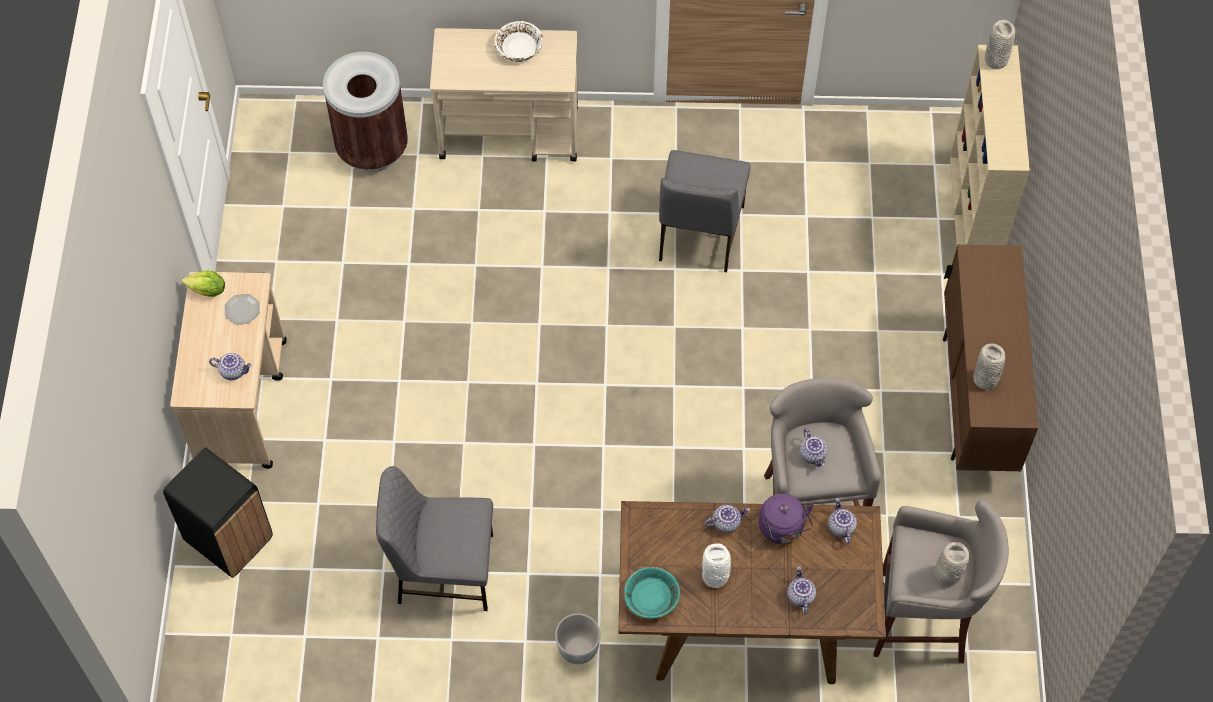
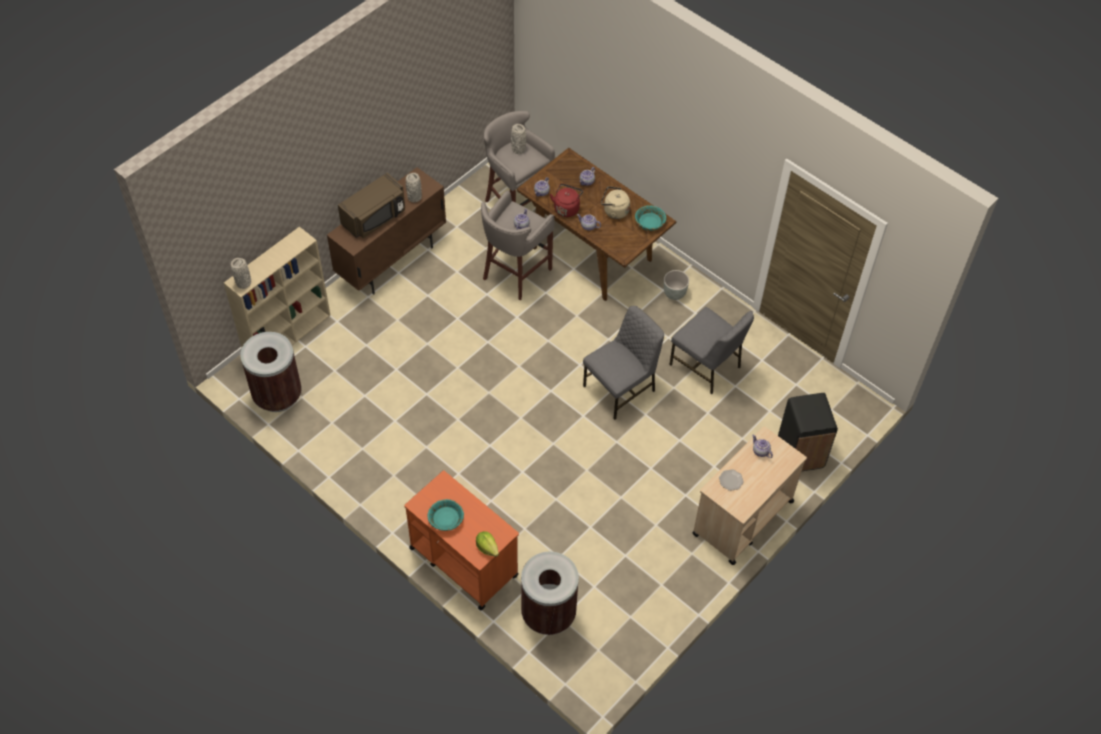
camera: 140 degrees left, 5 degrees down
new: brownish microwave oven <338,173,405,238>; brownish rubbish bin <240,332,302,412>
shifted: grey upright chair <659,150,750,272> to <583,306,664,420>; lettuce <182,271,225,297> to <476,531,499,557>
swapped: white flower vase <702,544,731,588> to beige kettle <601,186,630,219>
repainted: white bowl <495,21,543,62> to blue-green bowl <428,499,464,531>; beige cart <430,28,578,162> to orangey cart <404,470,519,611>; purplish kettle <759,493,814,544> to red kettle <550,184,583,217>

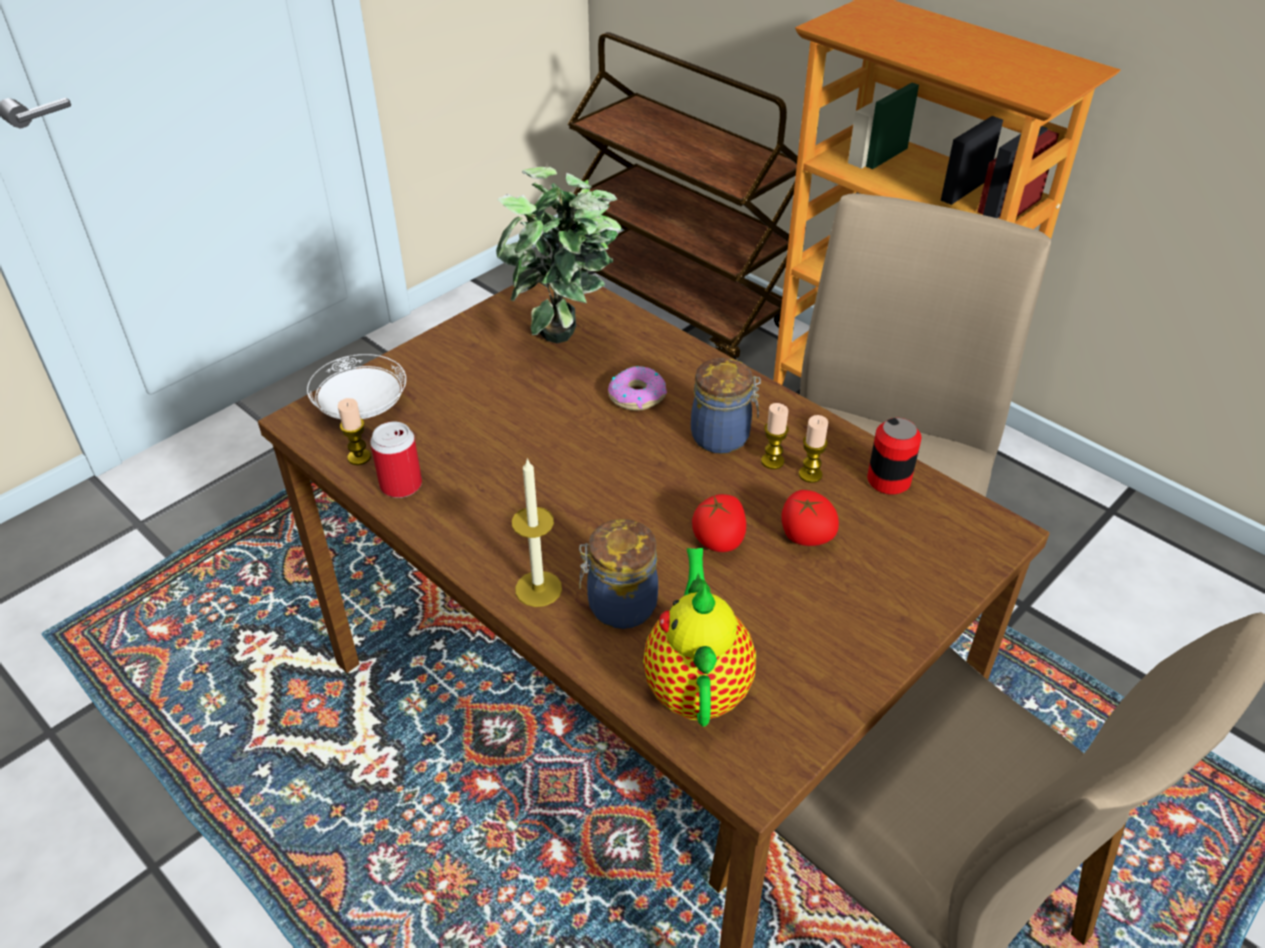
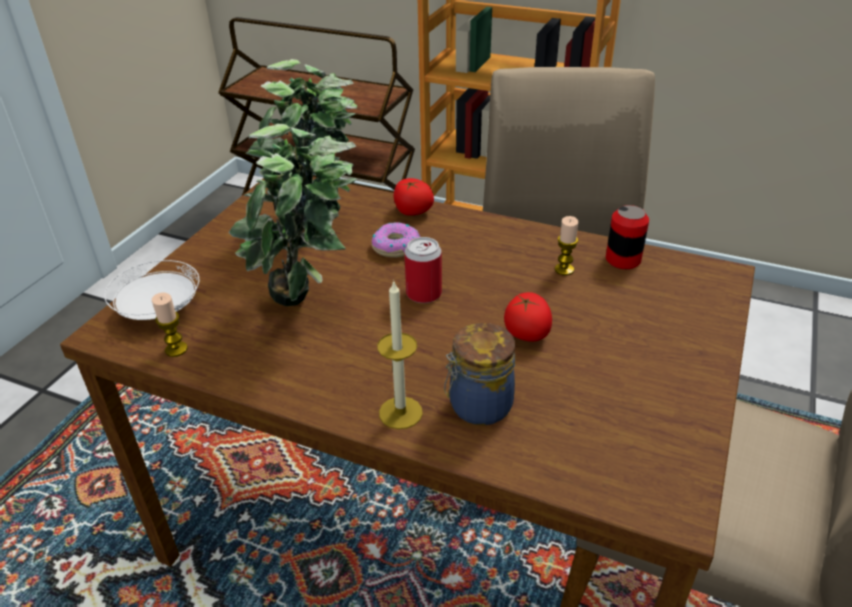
camera: 20 degrees left, 5 degrees down
gone: storage jar <691,358,761,454>; candle <761,403,789,469>; tea pot <643,548,756,727>
new: houseplant <228,123,357,306>
shifted: metal can <370,422,422,498> to <404,237,442,303>; whole tomato <782,490,839,546> to <394,178,434,216>

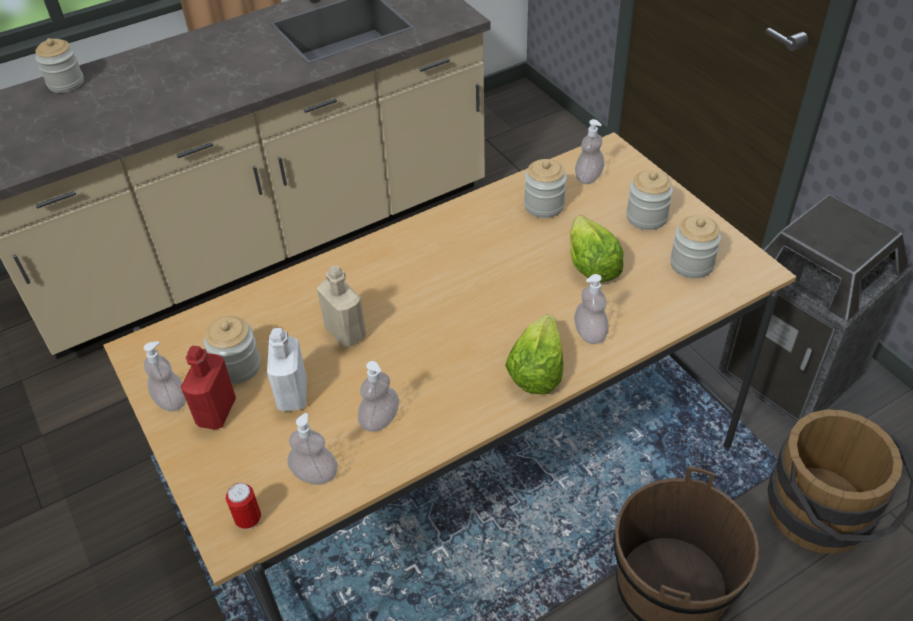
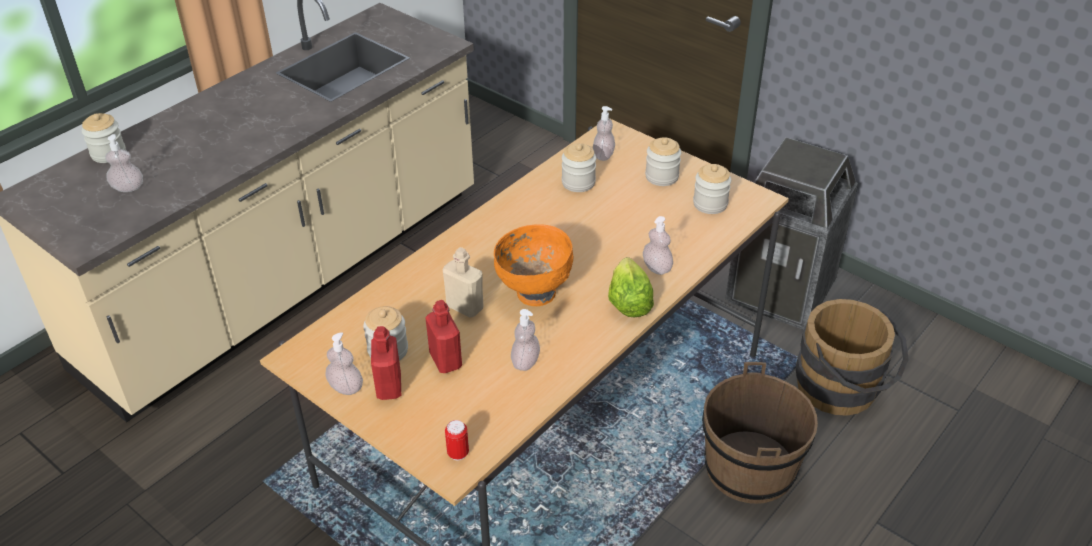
camera: 20 degrees left, 5 degrees down
gone: lettuce <570,216,624,282>
new: orangey bowl <494,224,573,306>
shifted: soap bottle <287,413,338,484> to <105,134,143,192>
repainted: white bottle <267,328,307,411> to red bottle <425,300,462,373>

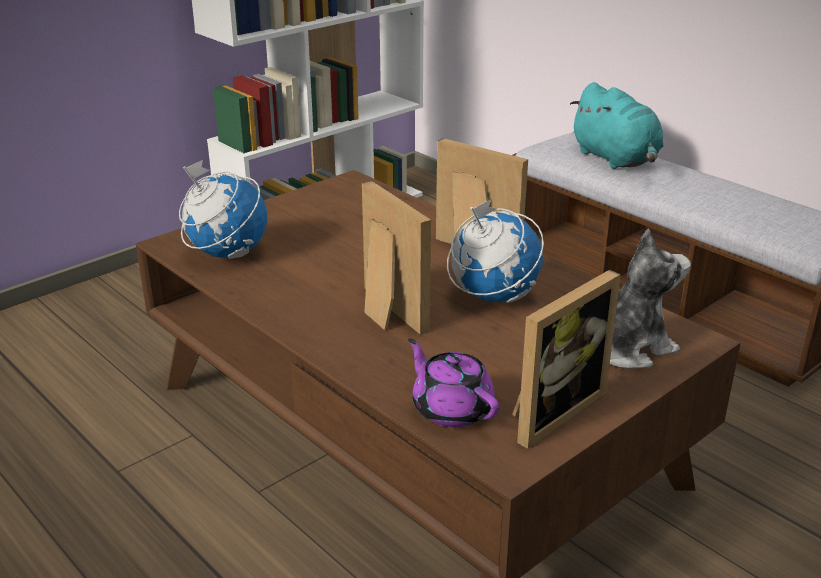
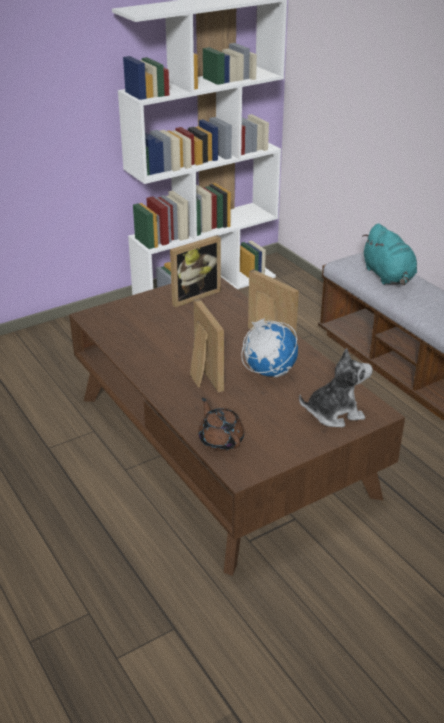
camera: 10 degrees right, 5 degrees up
gone: globe <179,160,267,259>
shifted: picture frame <512,270,621,449> to <170,235,221,307>
repainted: purplish tea pot <408,339,499,427> to brownish tea pot <198,398,244,451>

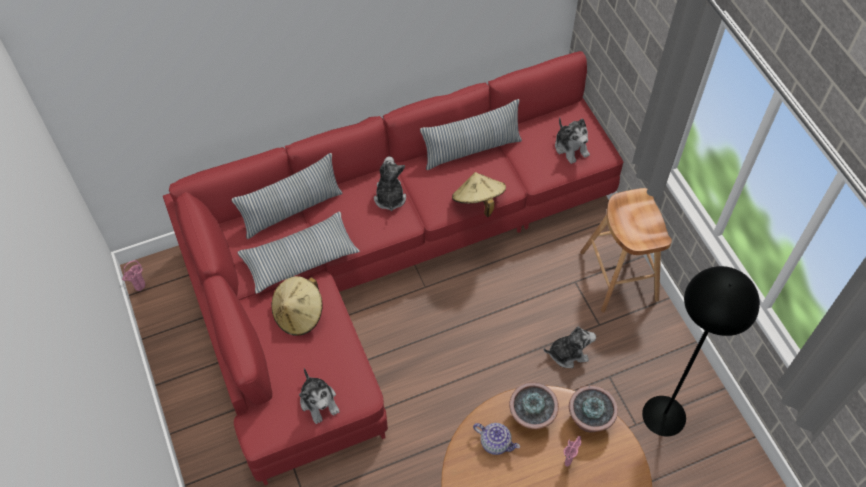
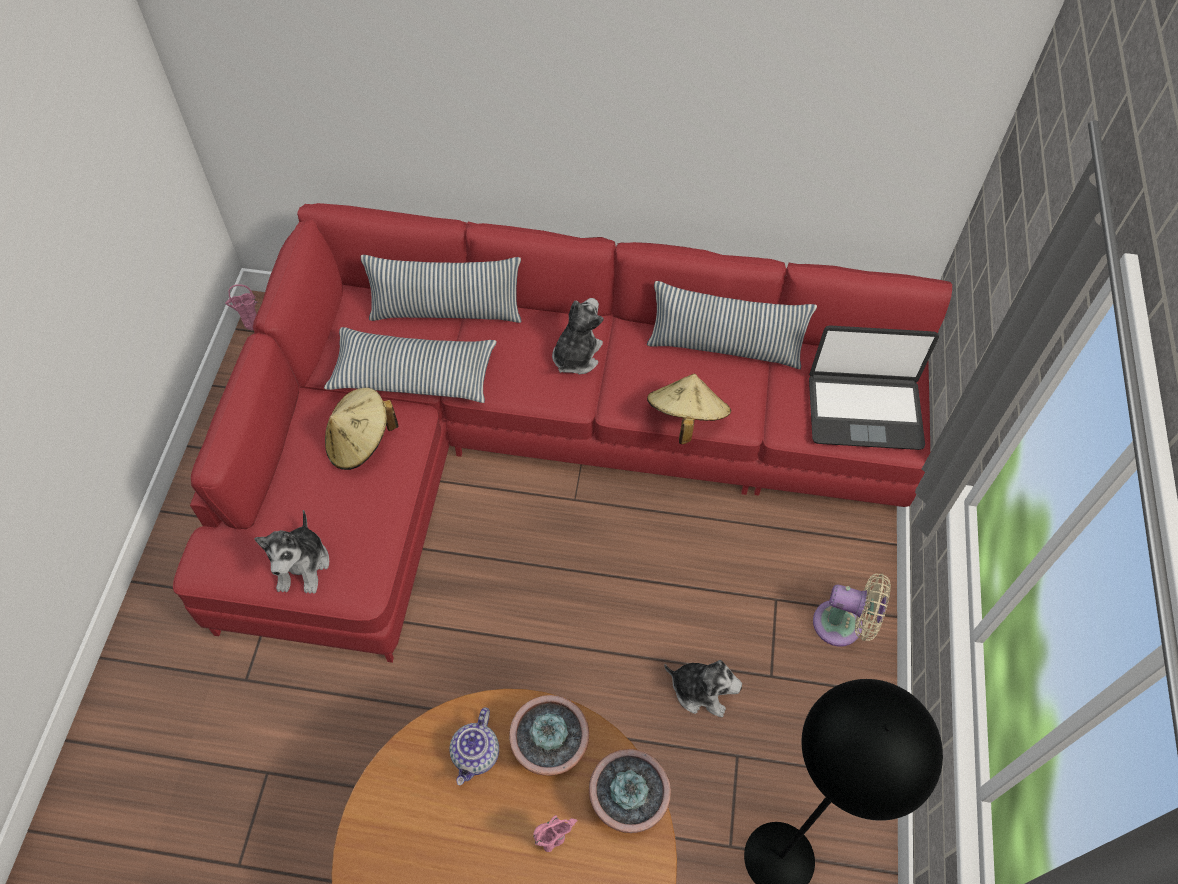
camera: 30 degrees right, 0 degrees up
swapped: cuddly toy <555,117,590,164> to laptop <809,326,939,450>; brownish stool seat <580,188,672,313> to beige electric fan <813,573,891,647>
rotated: tea pot <473,423,520,455> = <449,707,499,785> 45 degrees clockwise

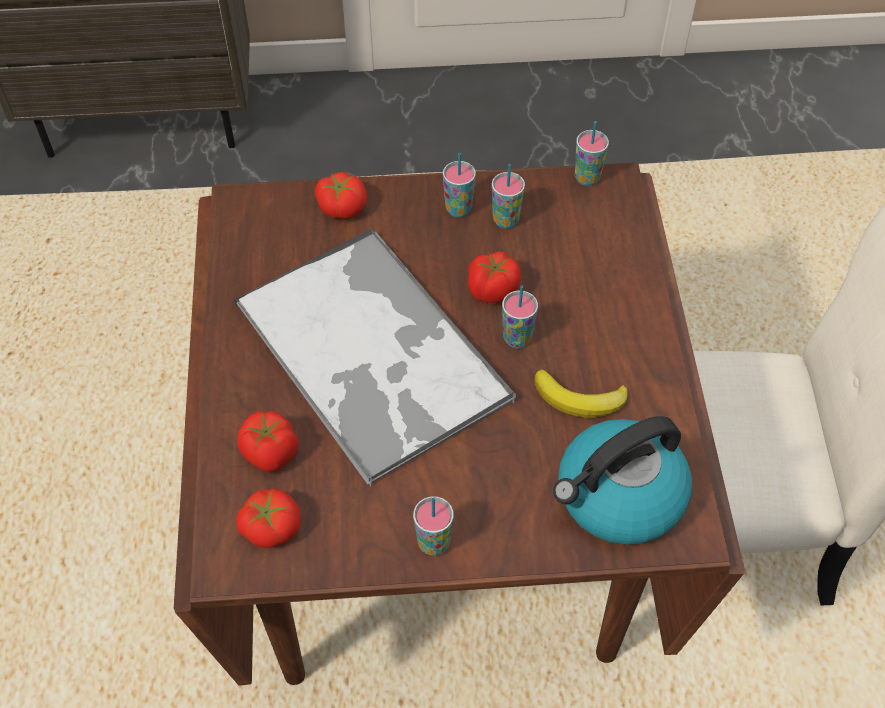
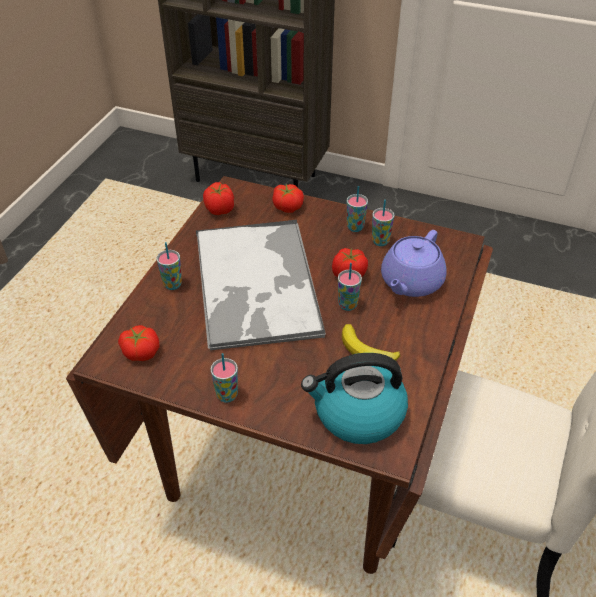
camera: 25 degrees right, 10 degrees down
new: purplish tea pot <381,230,447,297>
shifted: drinking cup <575,121,609,186> to <157,242,182,290>; whole tomato <237,411,299,473> to <203,182,234,215>

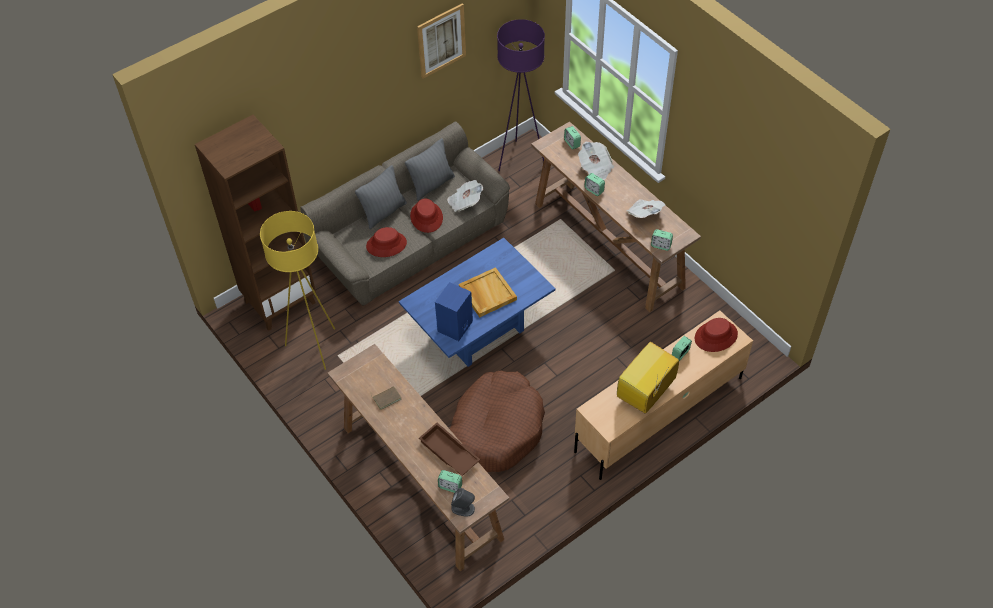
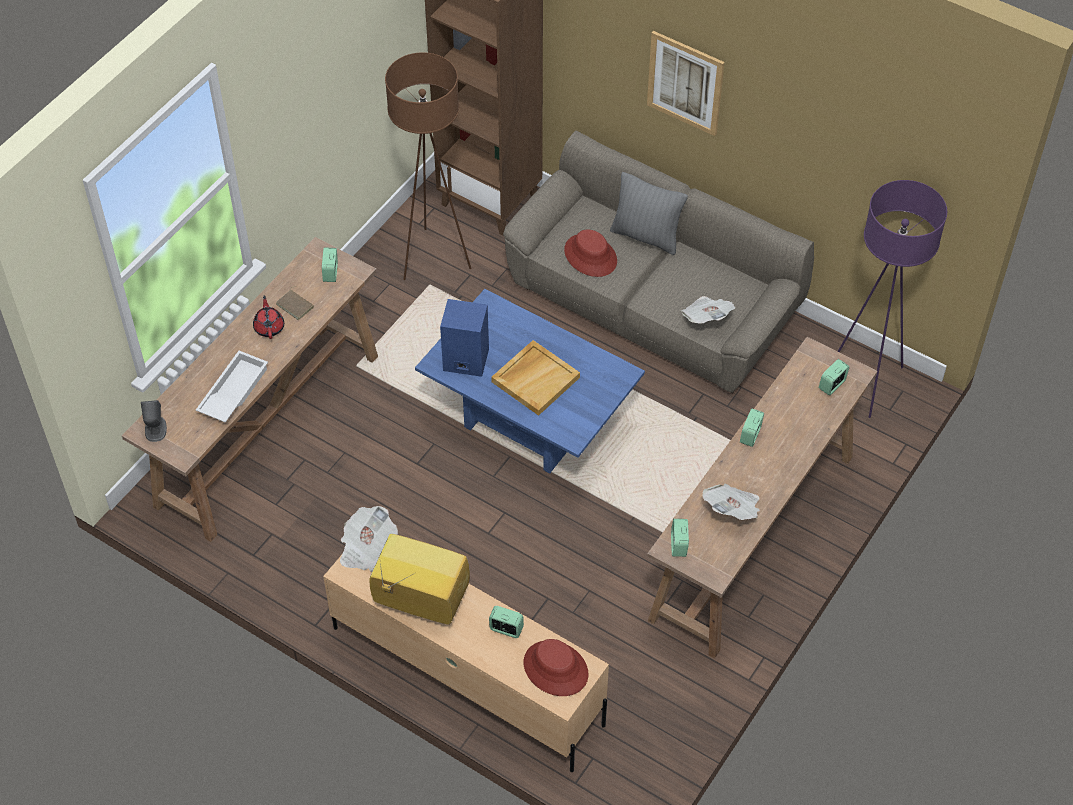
camera: 70 degrees right, 0 degrees up
gone: grey pillow <405,138,455,201>; red hat <410,199,443,233>; brownish pet bed <450,370,545,472>
new: red tea pot <253,296,284,339>
shifted: wall picture <417,3,466,79> to <647,31,725,136>; printed paper <578,141,614,180> to <340,506,398,572>; bedside clock <438,470,462,493> to <322,248,338,282>
repainted: yellow-coloured standing lamp <260,211,335,370> to brownish standing lamp <385,52,471,280>; brownish carrying tray <419,423,480,476> to white carrying tray <196,351,268,423>

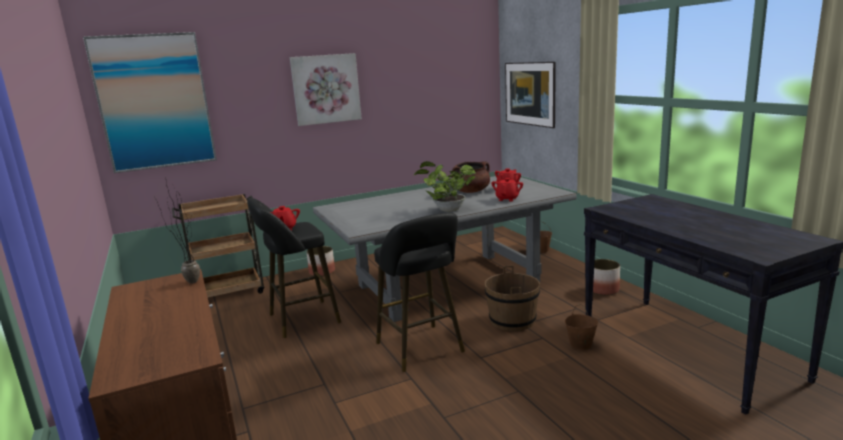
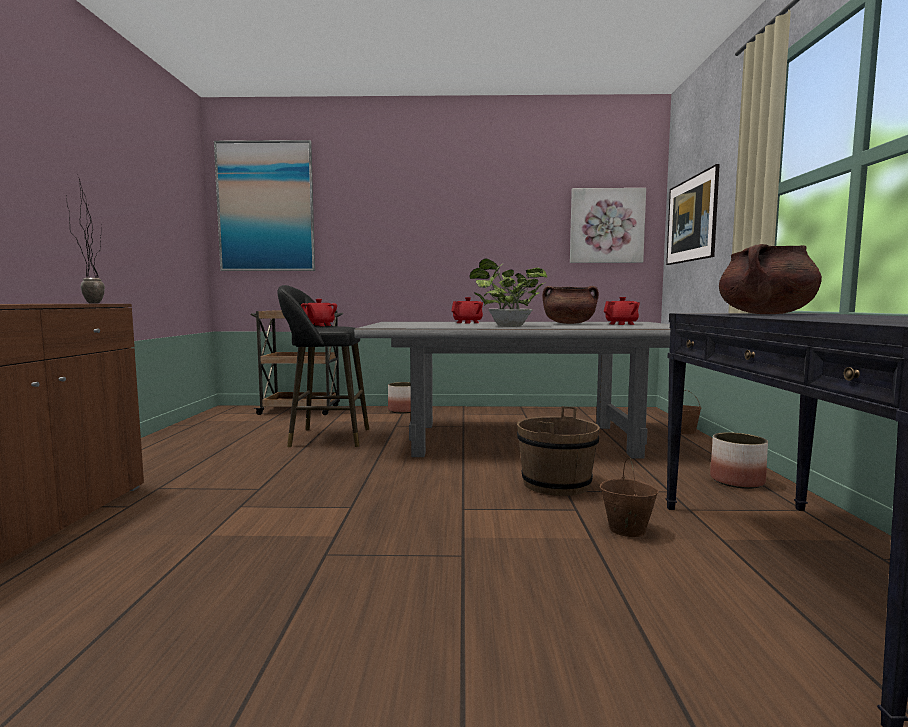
camera: 25 degrees right, 10 degrees down
gone: black-coloured stool seat <374,213,465,372>
new: brownish cooking pot <719,244,822,314>
shifted: wall picture <290,53,362,126> to <570,188,646,263>; red tea pot <491,178,523,201> to <451,297,483,324>

